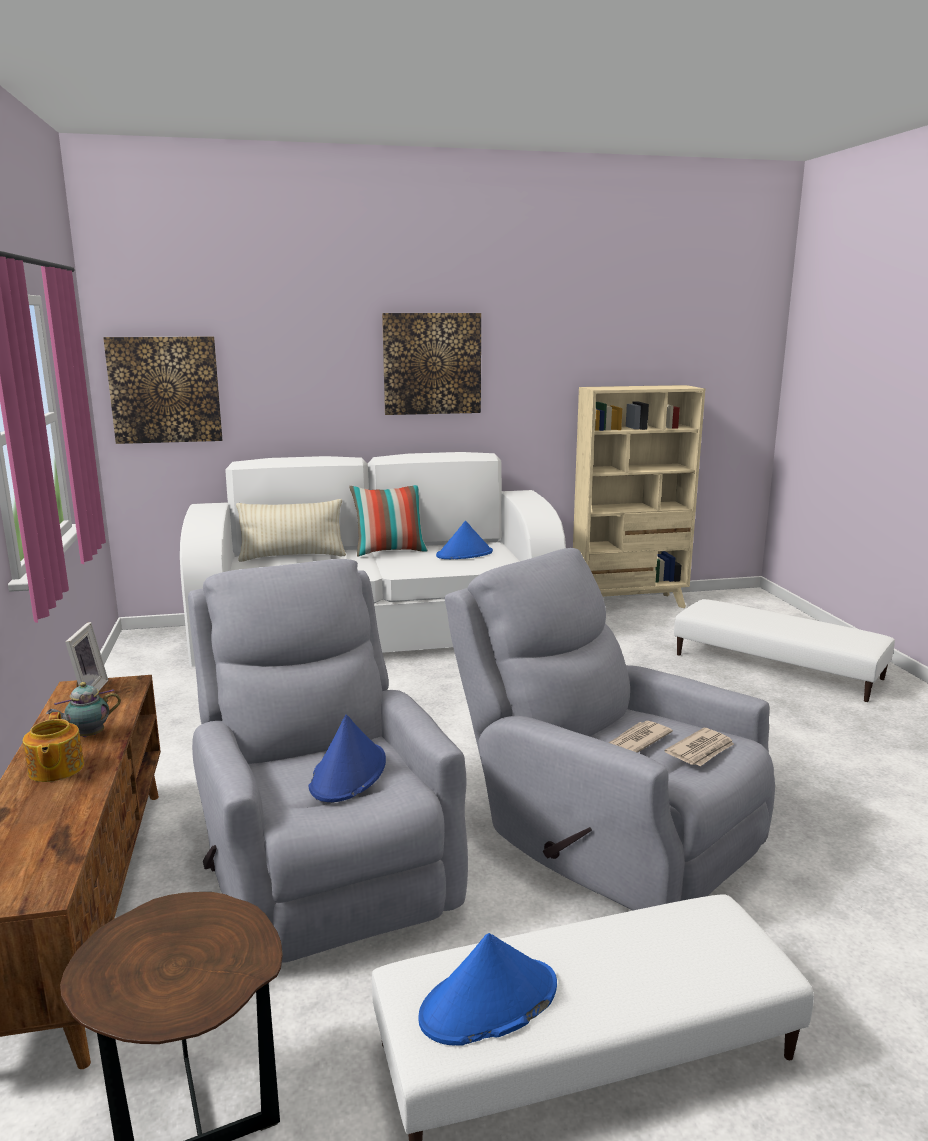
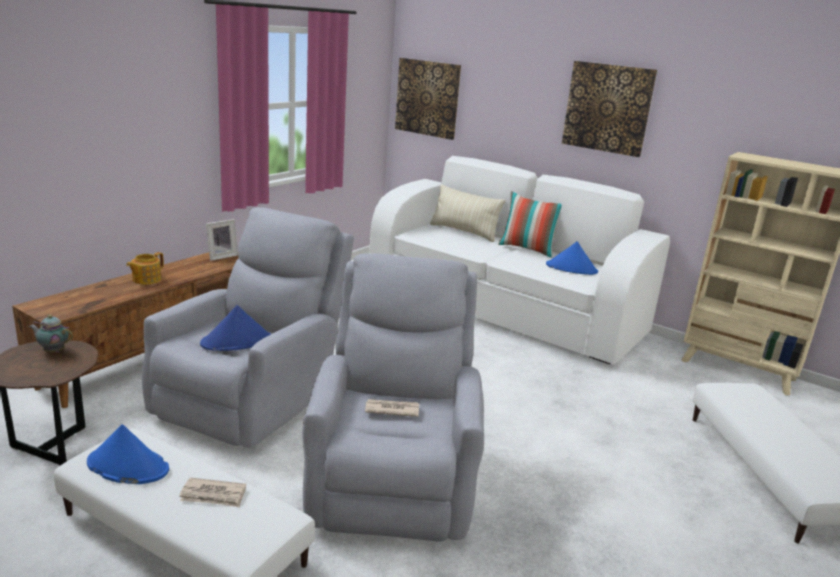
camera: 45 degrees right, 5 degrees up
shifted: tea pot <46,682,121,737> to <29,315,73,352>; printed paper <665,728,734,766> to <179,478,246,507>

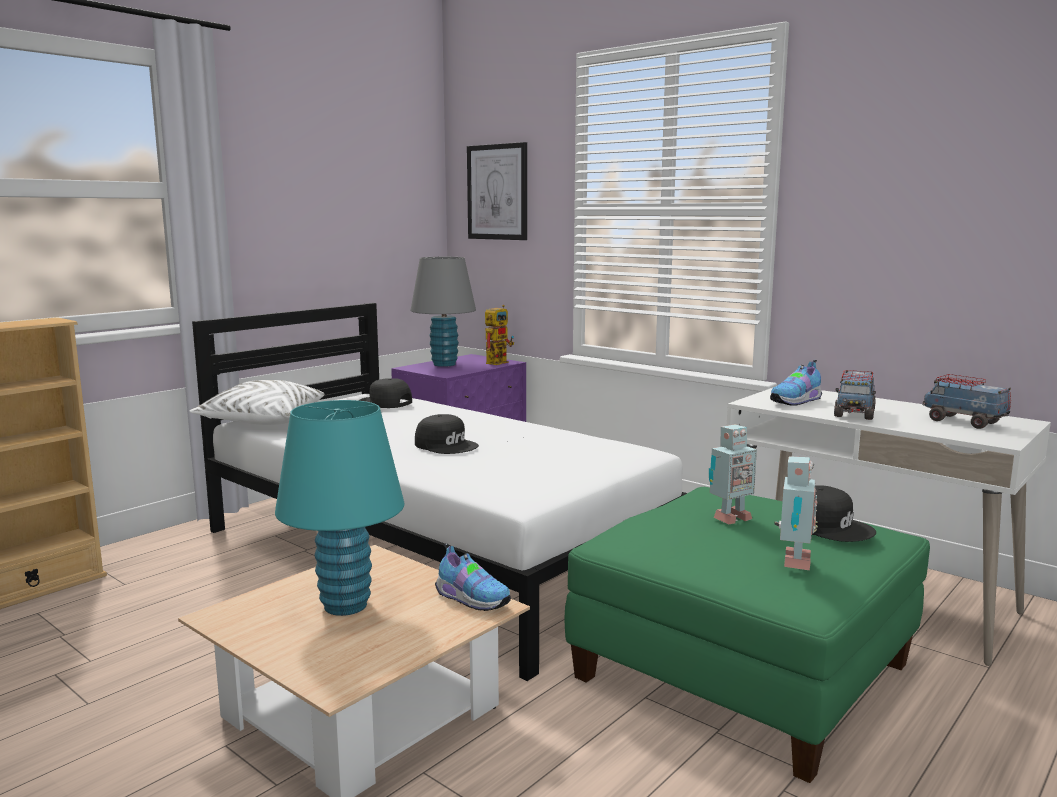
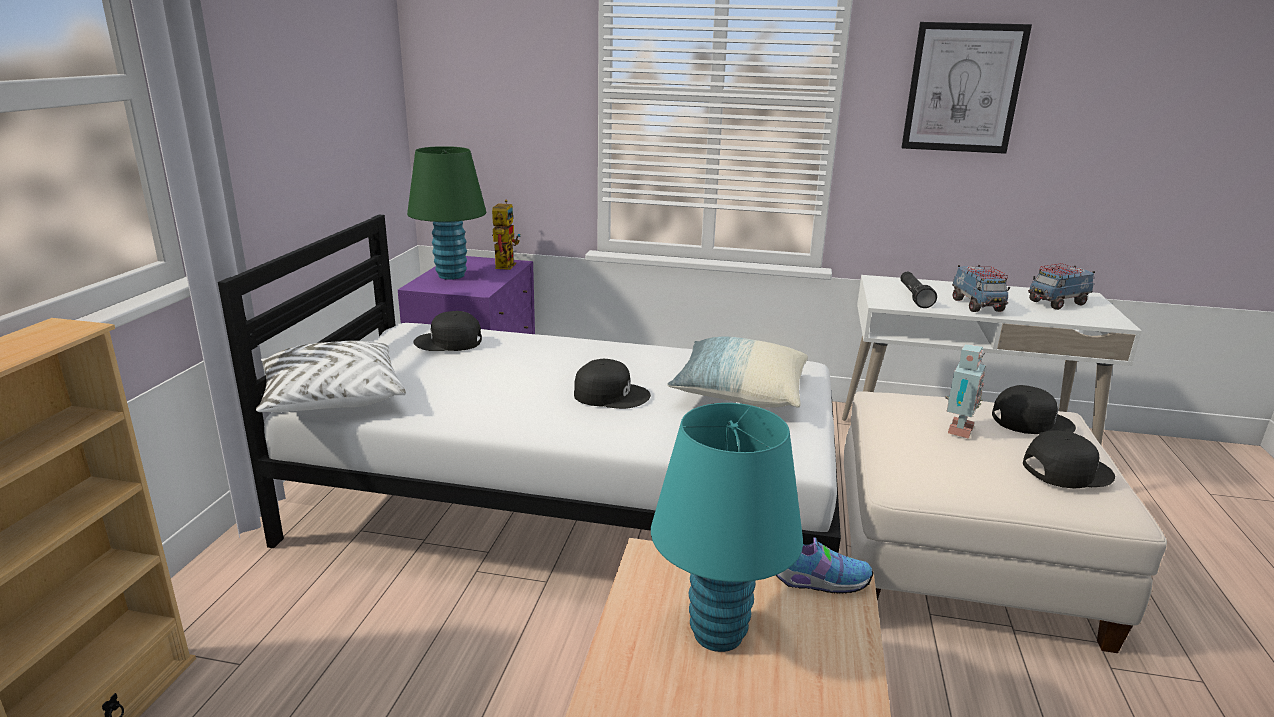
camera: 30 degrees left, 10 degrees up
new: pillow <667,337,808,408>
shifted: wall picture <467,142,527,240> to <901,22,1032,154>
swapped: item of footwear <770,360,822,406> to black-coloured hand torch <900,272,937,308>; toy robot <774,456,818,570> to black-coloured baseball cap <1023,430,1115,489>
repainted: grey table lamp <410,257,476,367> to greenish table lamp <407,146,486,280>; greenish ottoman <565,487,930,783> to white ottoman <844,391,1167,653>
rotated: model truck <922,374,1011,429> = <1028,263,1095,310> 45 degrees counterclockwise

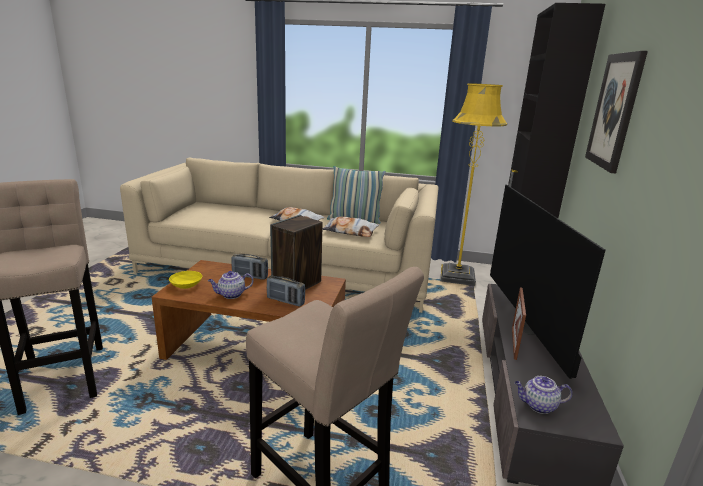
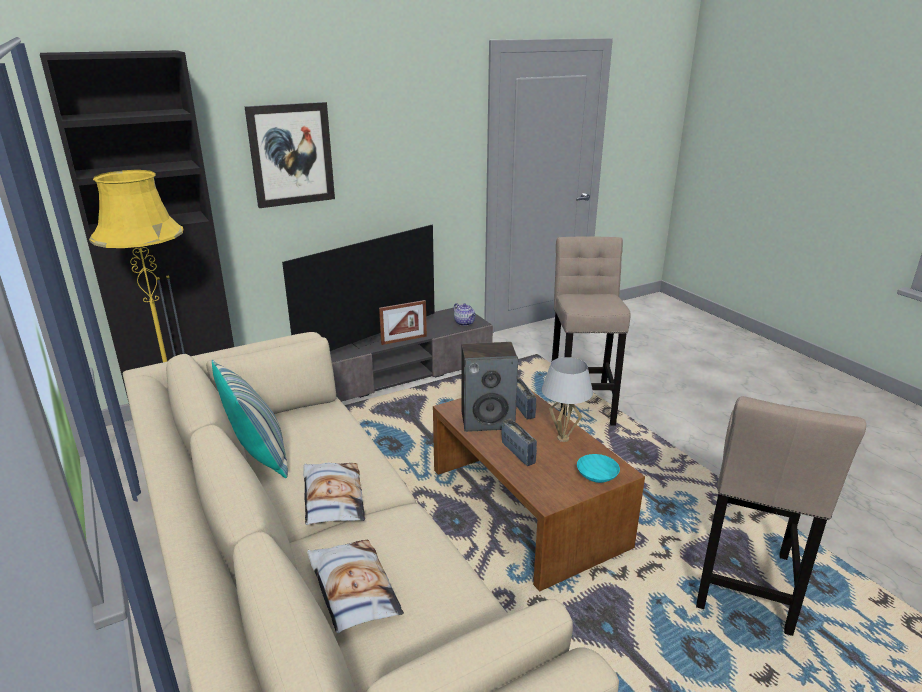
camera: 130 degrees left, 5 degrees up
shifted: pillow <322,217,379,237> to <307,540,404,633>
swapped: tea pot <208,271,253,299> to white table lamp <542,357,593,442>
repainted: yellow-coloured bowl <169,271,202,289> to blue-green bowl <577,454,620,483>

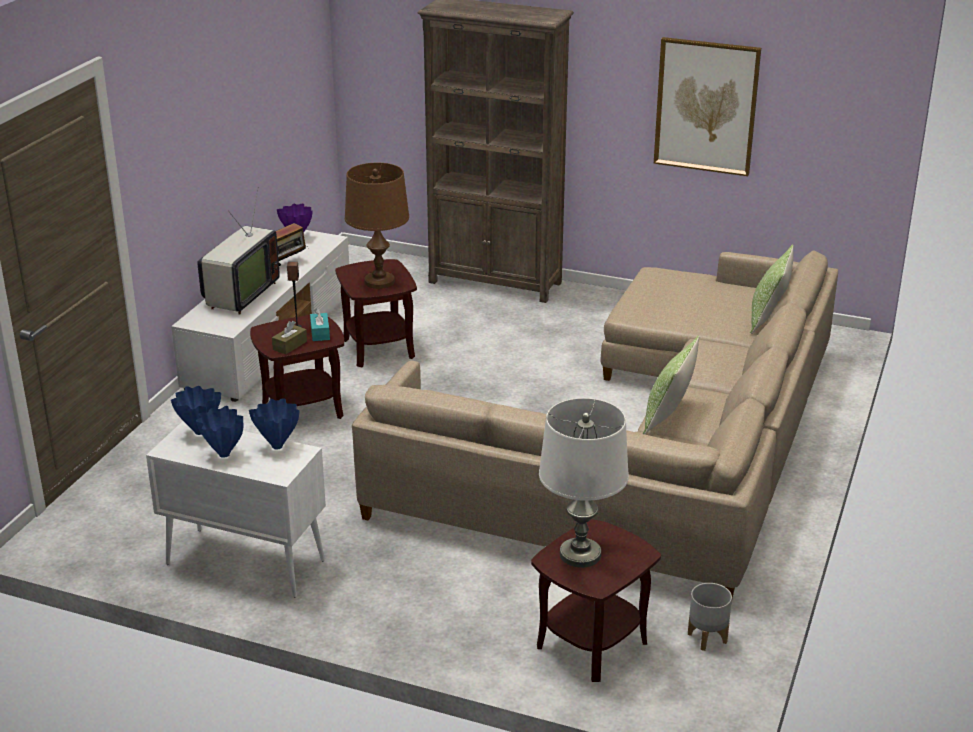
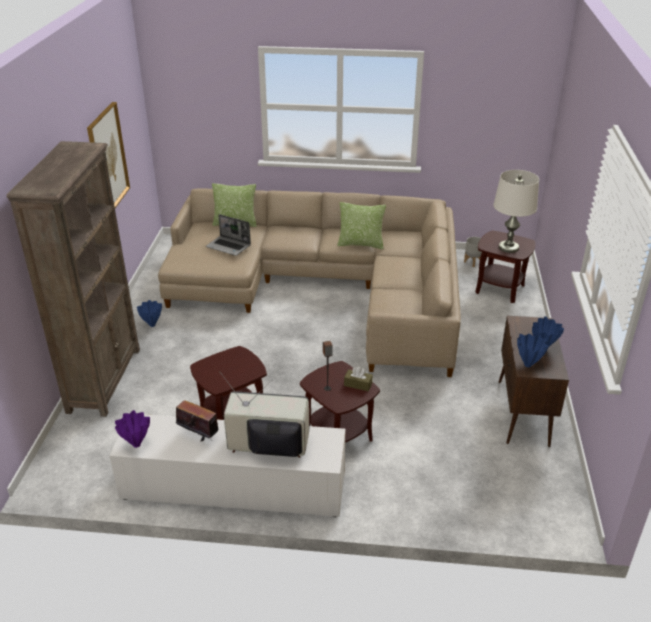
camera: 105 degrees left, 5 degrees up
gone: brownish table lamp <345,163,409,289>; blue-green tissue holder <310,308,330,341>
new: laptop <206,214,251,256>
shifted: blue-coloured flower vase <249,398,299,450> to <137,300,162,327>
repainted: white storage cabinet <146,421,326,598> to brownish storage cabinet <499,316,569,447>

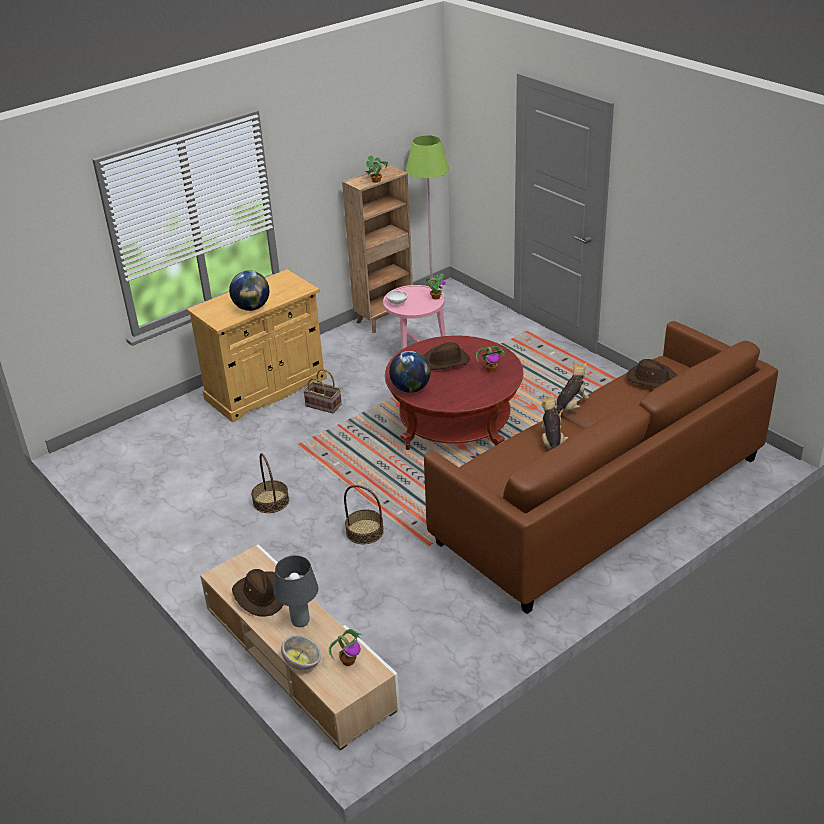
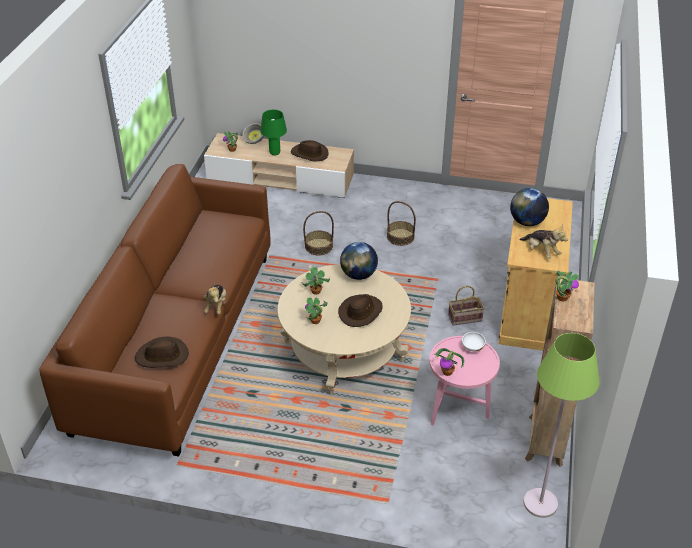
camera: 140 degrees right, 5 degrees up
new: houseplant <303,267,330,295>
shifted: cuddly toy <542,393,568,449> to <519,225,568,259>
repainted: red low table <385,336,524,450> to beige low table <278,264,411,395>; grey table lamp <274,555,318,627> to greenish table lamp <261,110,287,156>

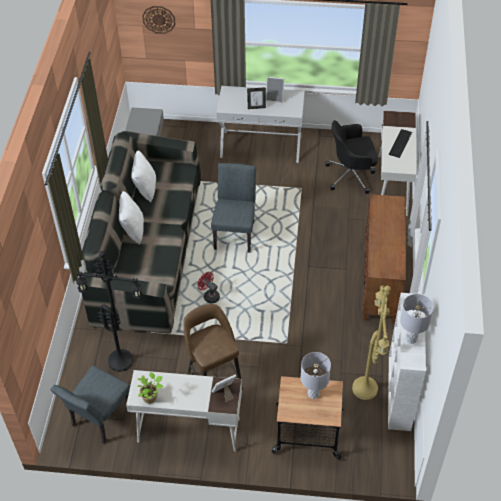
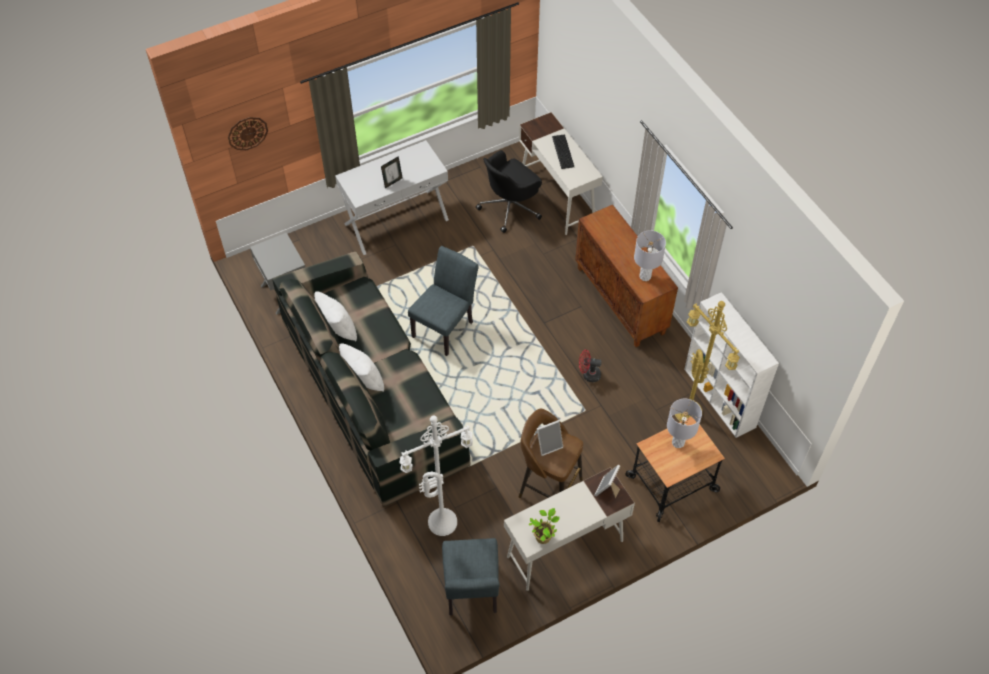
camera: 35 degrees left, 5 degrees up
shifted: picture frame <266,77,284,103> to <537,420,563,456>; red electric fan <197,272,220,304> to <579,350,602,382>; grey table lamp <400,294,434,344> to <634,230,666,281>
repainted: black-coloured standing lamp <76,251,143,372> to white standing lamp <400,415,473,536>
rotated: grey upright chair <211,163,256,253> = <408,246,479,356> 60 degrees clockwise

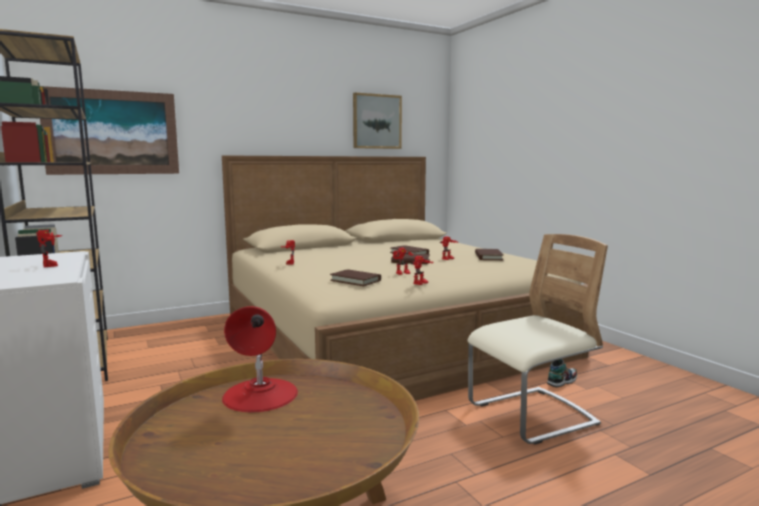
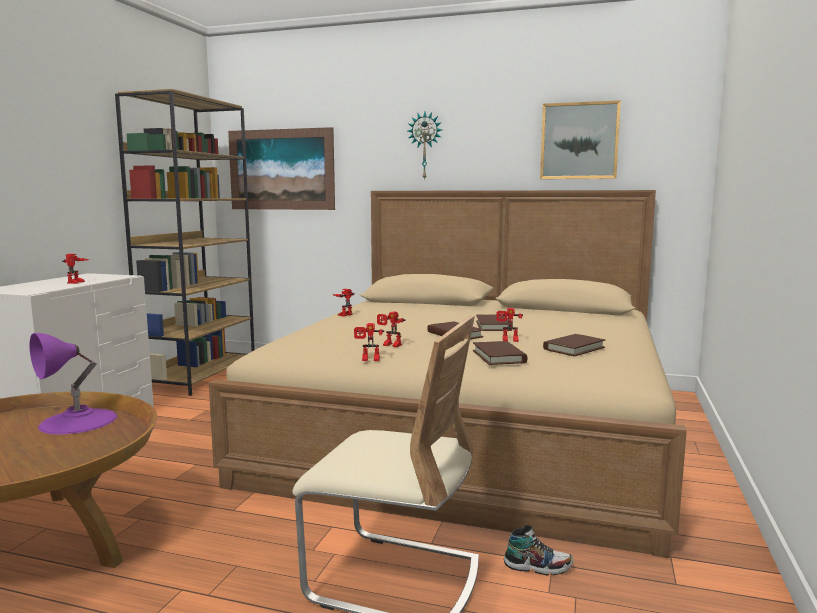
camera: 45 degrees right, 0 degrees up
new: wall clock <408,112,442,181>
shifted: brownish volume <330,269,381,286> to <473,341,528,365>
repainted: red table lamp <222,306,298,412> to purplish table lamp <30,333,117,435>

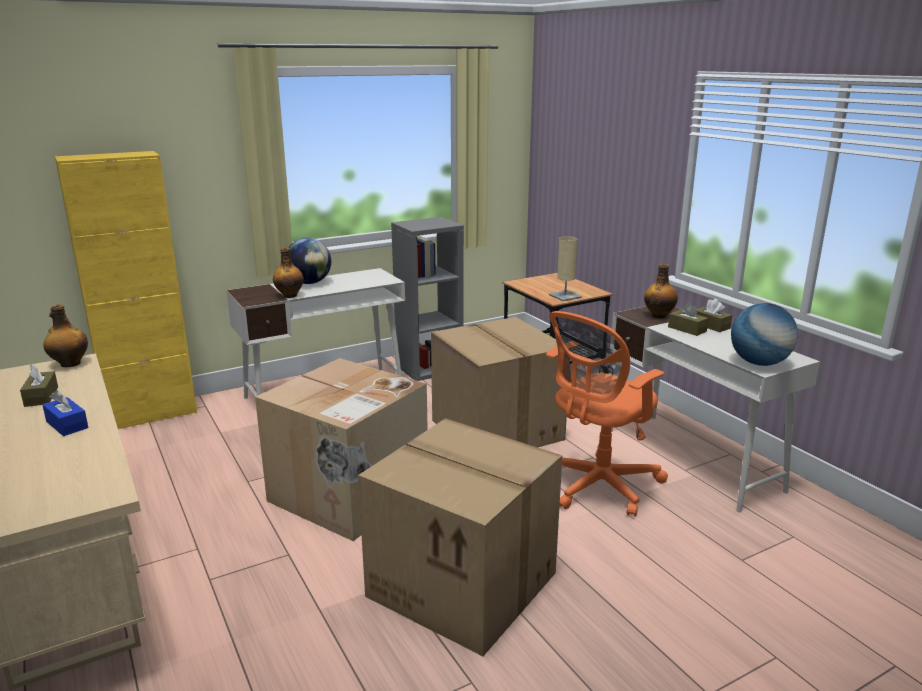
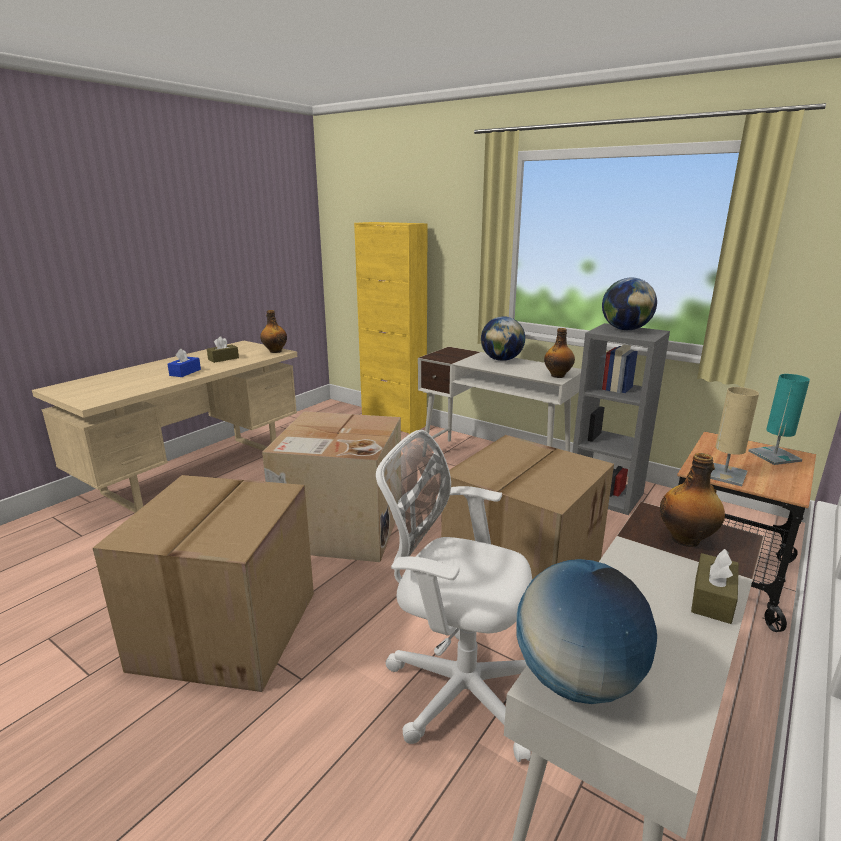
camera: 65 degrees right, 0 degrees up
gone: brownish tissue holder <668,302,709,336>
new: globe <602,278,657,330>; blue-green table lamp <748,374,810,465>
shifted: bottle <273,248,304,298> to <544,328,575,378>
repainted: orangey computer chair <546,311,668,517> to white computer chair <376,430,532,762>

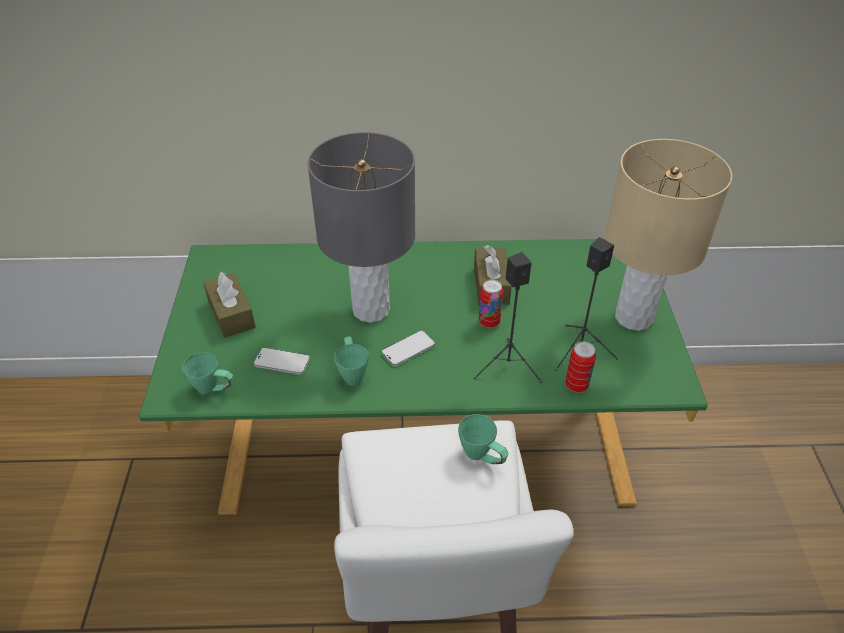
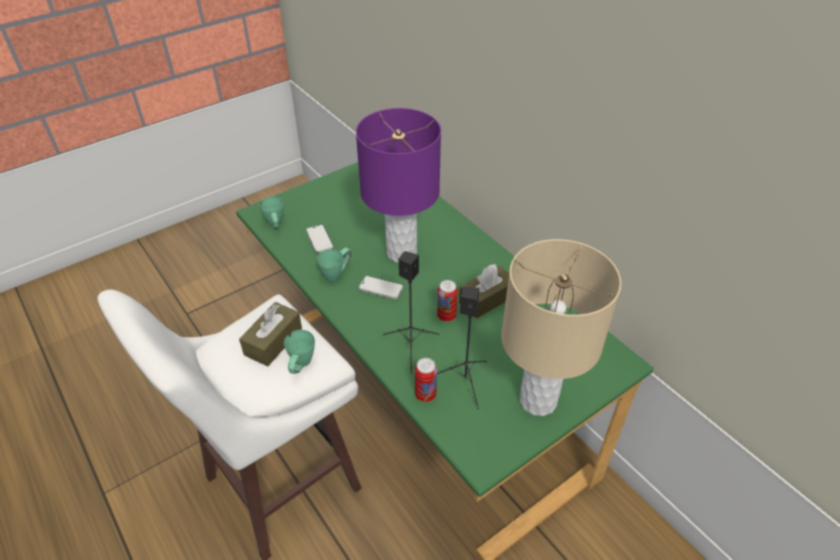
camera: 55 degrees right, 0 degrees up
shifted: brownish tissue holder <203,271,256,338> to <239,302,302,366>
repainted: grey table lamp <308,132,416,323> to purplish table lamp <356,108,441,263>

